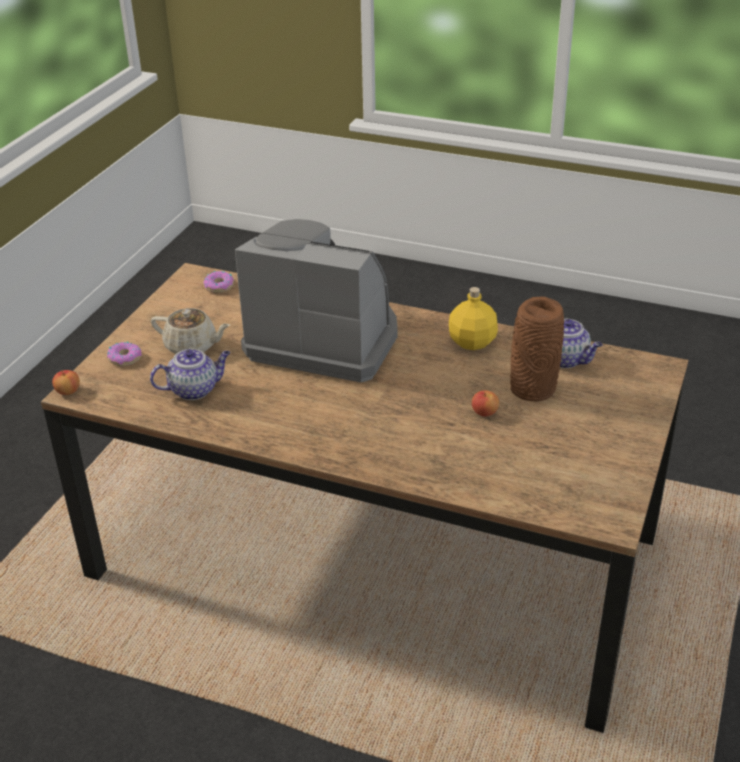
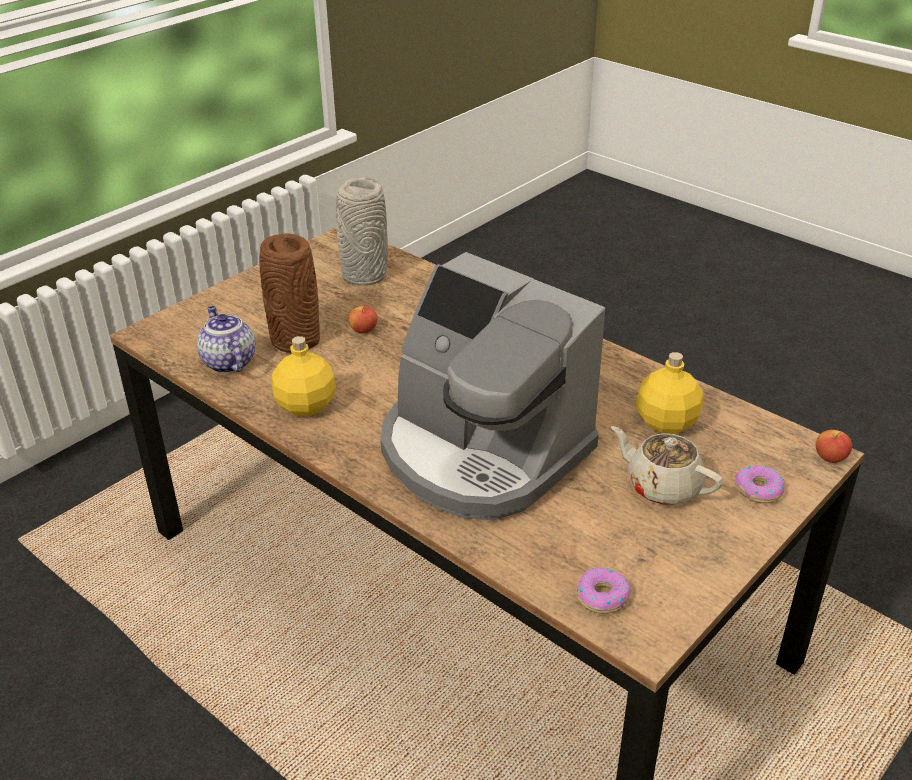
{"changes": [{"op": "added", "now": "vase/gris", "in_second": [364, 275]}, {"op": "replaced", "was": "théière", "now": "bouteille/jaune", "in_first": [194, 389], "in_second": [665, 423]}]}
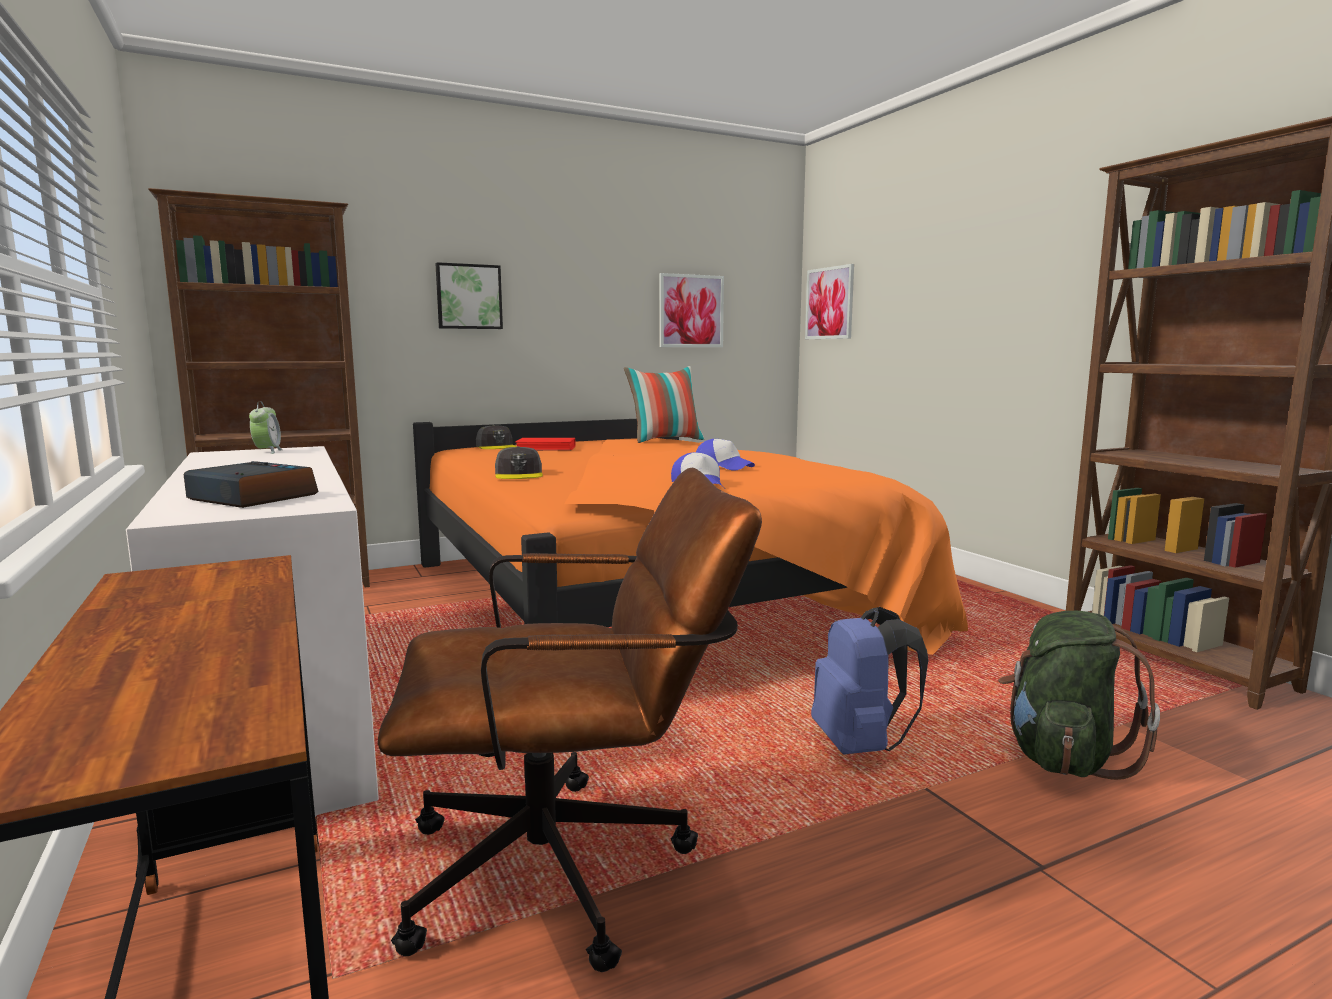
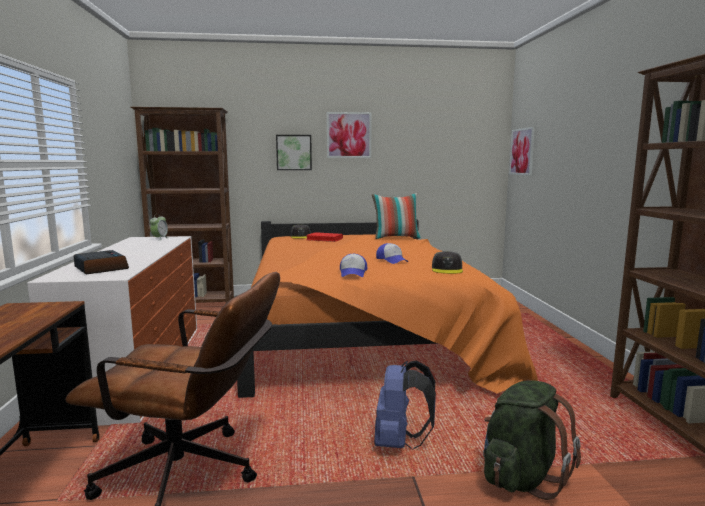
{"changes": [{"op": "moved", "was": "tableau", "in_first": [691, 311], "in_second": [349, 135]}, {"op": "moved", "was": "casquette/gris", "in_first": [519, 474], "in_second": [447, 269]}]}
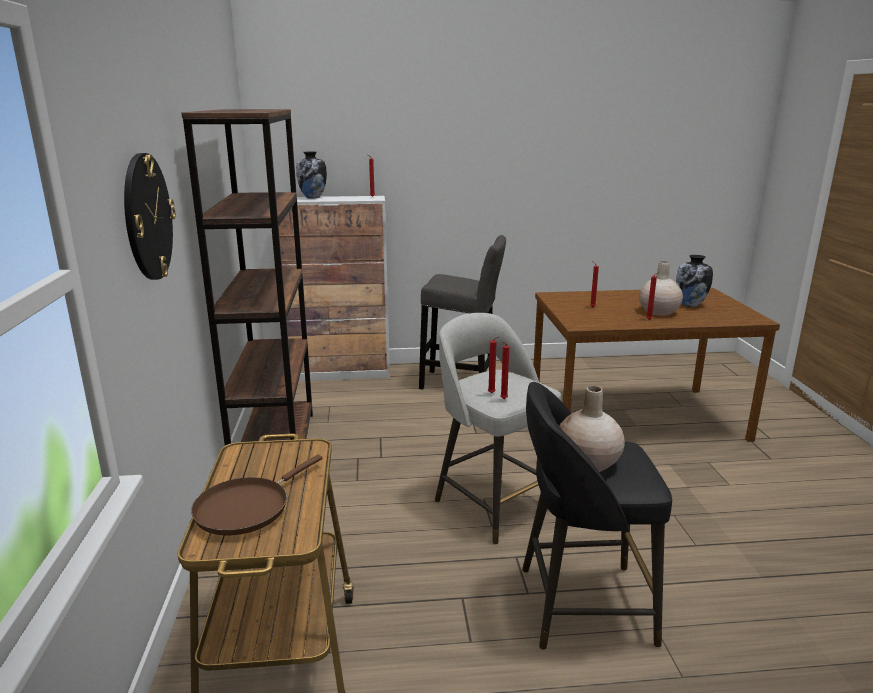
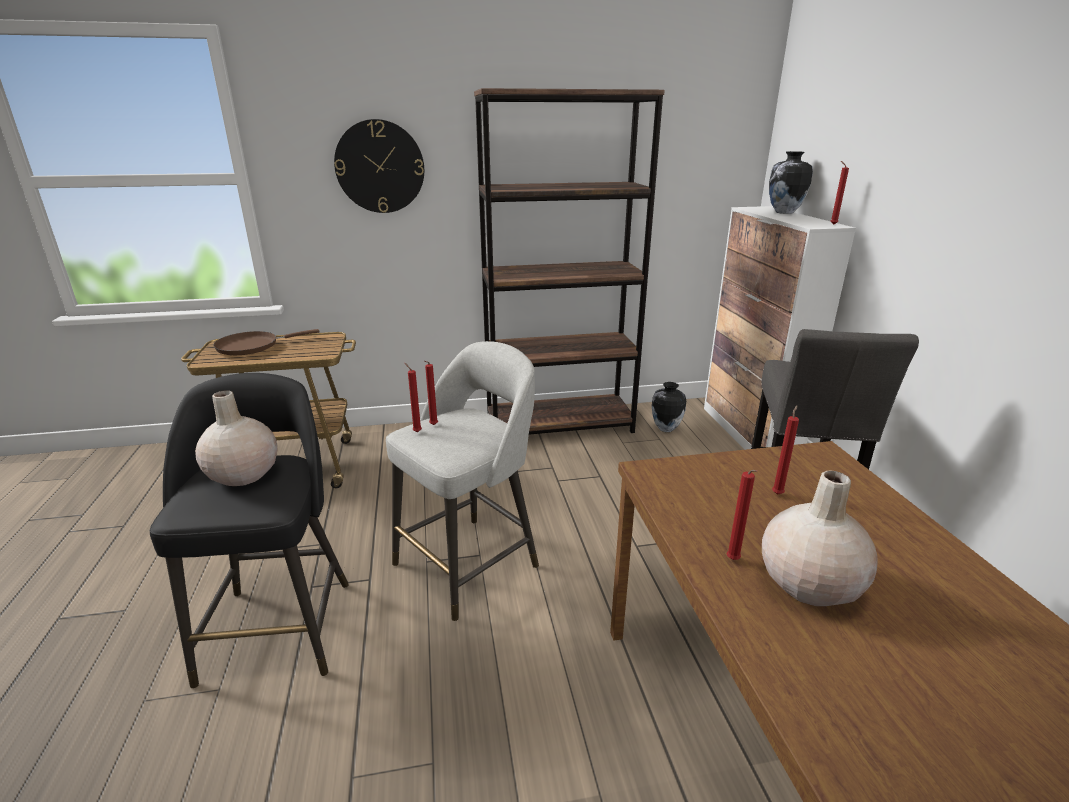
{"changes": [{"op": "turned", "was": "poêle/marron", "in_first": [247, 507], "in_second": [252, 346], "clockwise": -60}, {"op": "moved", "was": "vase", "in_first": [690, 305], "in_second": [665, 429]}]}
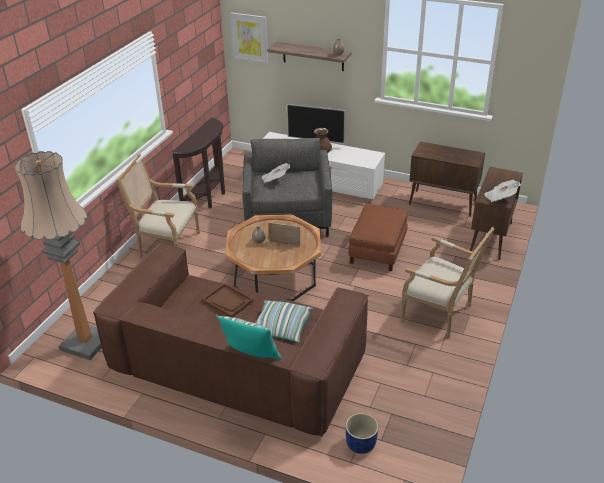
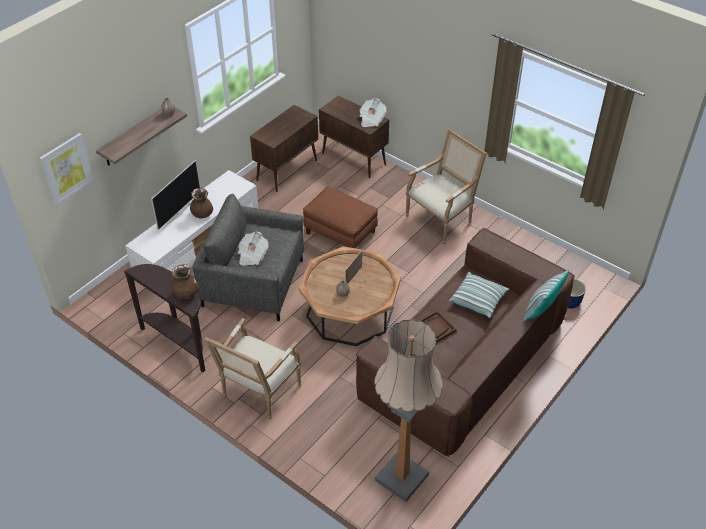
{"changes": [{"op": "added", "now": "vase/marron", "in_second": [186, 293]}]}
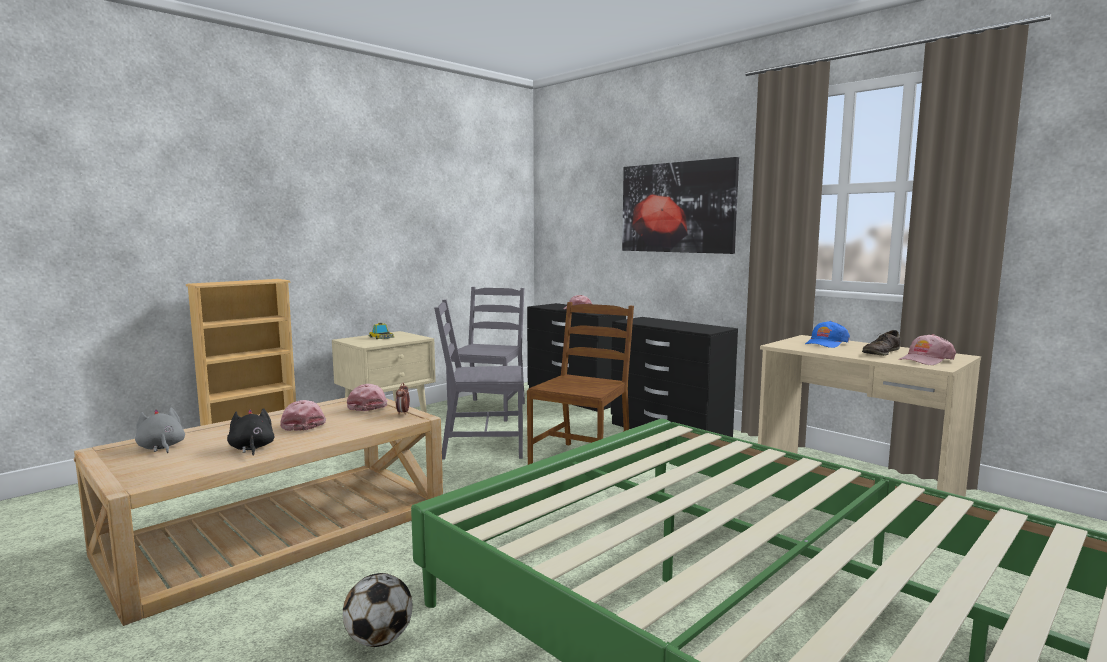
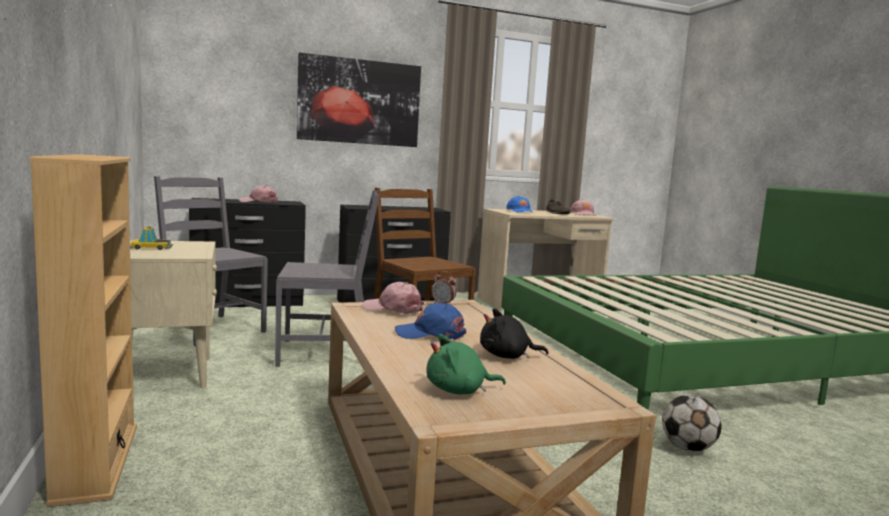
{"changes": [{"op": "turned", "was": "chaise/gris", "in_first": [482, 446], "in_second": [326, 353], "clockwise": -120}, {"op": "recoloured", "was": "casquette/rose", "now": "casquette/bleu", "in_first": [302, 424], "in_second": [431, 334]}, {"op": "recoloured", "was": "peluche/gris", "now": "peluche/vert", "in_first": [161, 447], "in_second": [459, 391]}]}
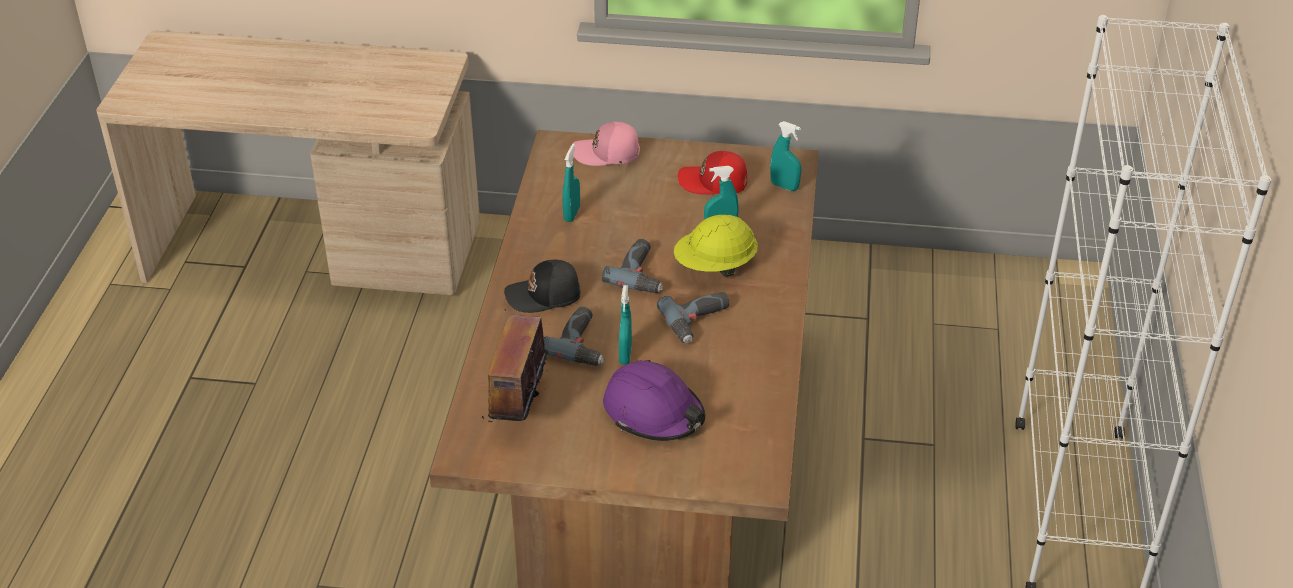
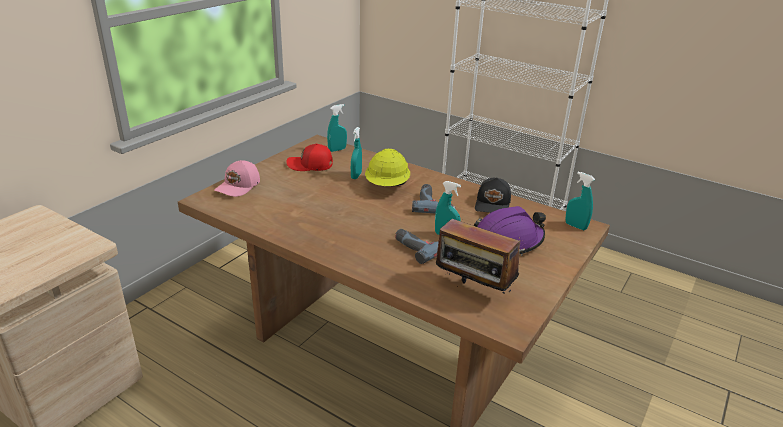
{"changes": [{"op": "turned", "was": "casquette/rouge", "in_first": [713, 183], "in_second": [310, 165], "clockwise": 60}, {"op": "moved", "was": "casquette/noir", "in_first": [544, 296], "in_second": [493, 204]}, {"op": "moved", "was": "vaporisateur/turquoise", "in_first": [572, 214], "in_second": [575, 226]}, {"op": "removed", "was": "perceuse", "in_first": [642, 273]}]}
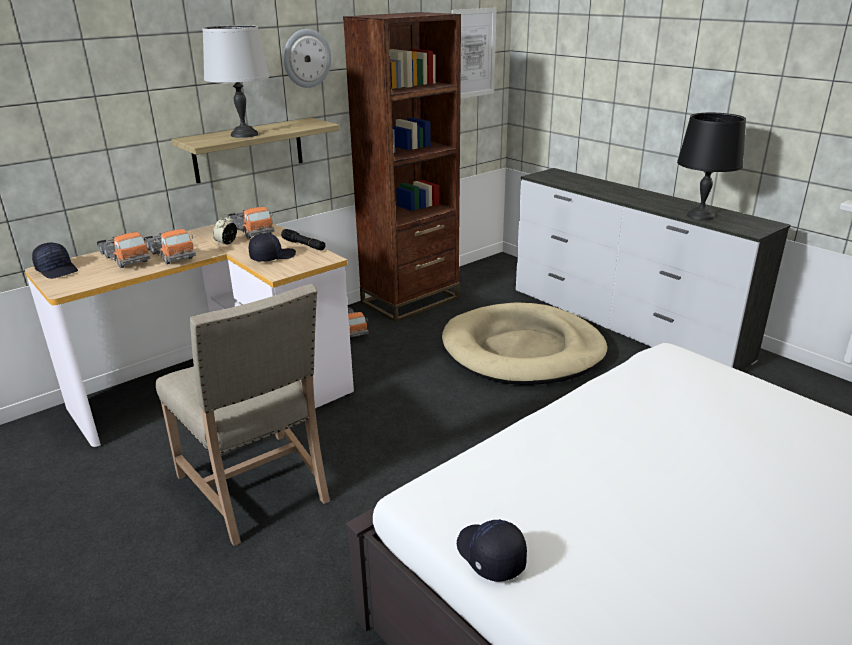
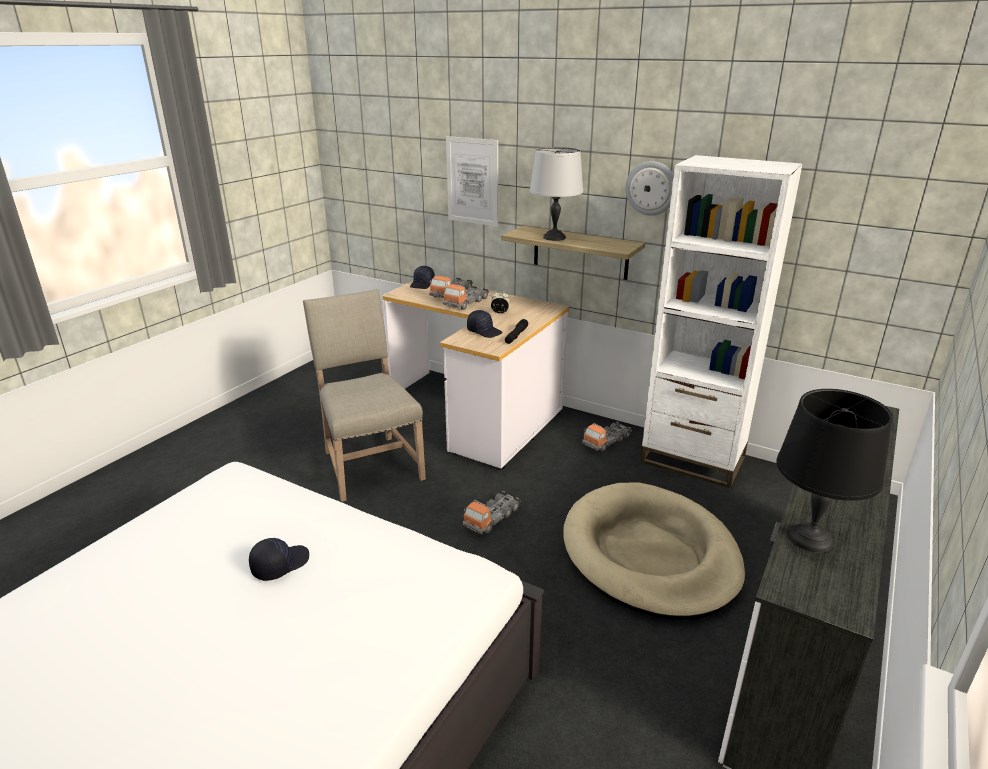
{"changes": [{"op": "moved", "was": "casquette/noir", "in_first": [489, 556], "in_second": [279, 564]}, {"op": "turned", "was": "chaise/beige", "in_first": [257, 489], "in_second": [369, 464], "clockwise": 120}, {"op": "moved", "was": "tableau", "in_first": [473, 53], "in_second": [472, 181]}, {"op": "moved", "was": "camion jouet", "in_first": [251, 230], "in_second": [492, 518]}, {"op": "recoloured", "was": "bibliothèque/marron", "now": "bibliothèque/blanc", "in_first": [410, 300], "in_second": [692, 459]}]}
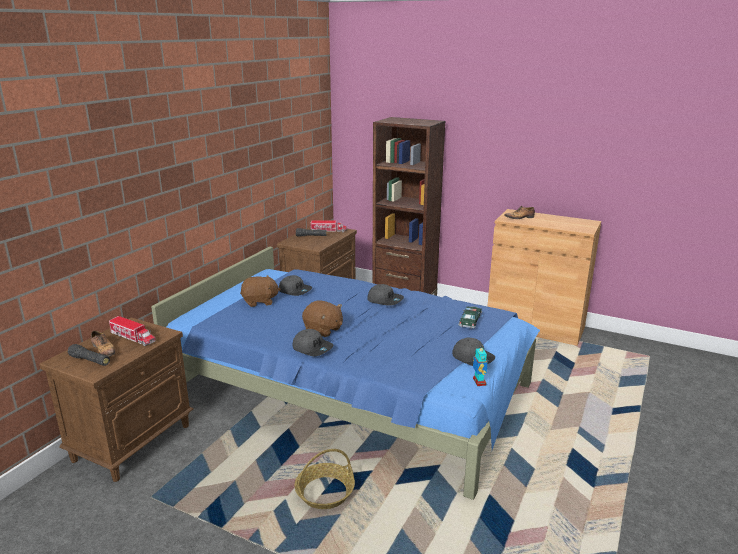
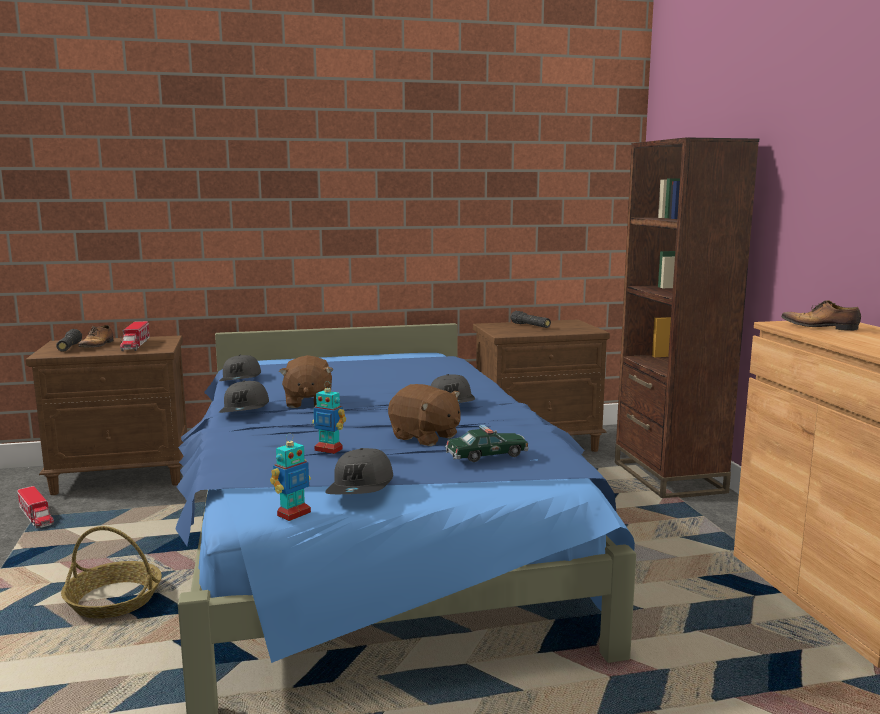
{"changes": [{"op": "moved", "was": "camion jouet", "in_first": [328, 231], "in_second": [36, 517]}, {"op": "moved", "was": "casquette/gris", "in_first": [295, 290], "in_second": [241, 379]}, {"op": "added", "now": "robot jouet", "in_second": [329, 449]}, {"op": "moved", "was": "peluche/marron", "in_first": [260, 302], "in_second": [425, 437]}]}
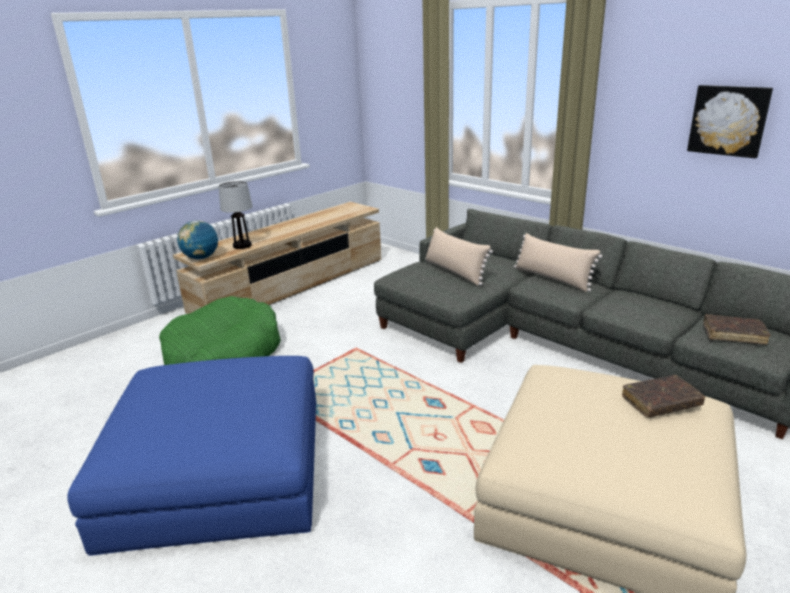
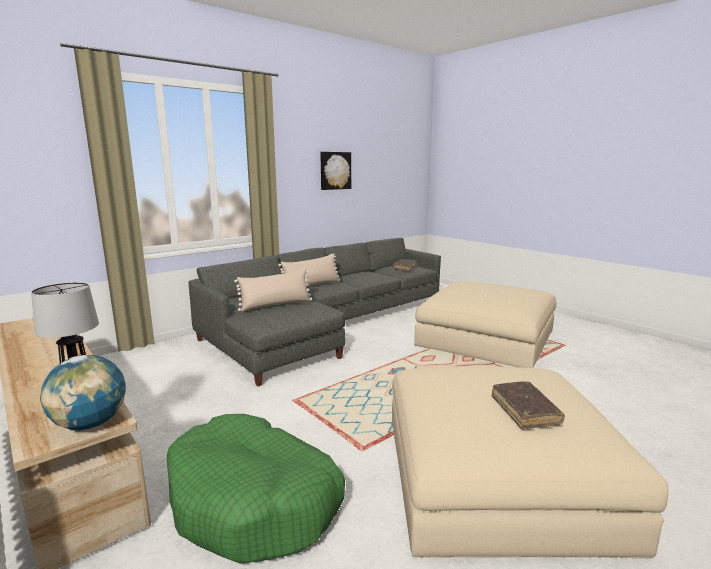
{"changes": [{"op": "recoloured", "was": "pouf/bleu", "now": "pouf/beige", "in_first": [219, 469], "in_second": [496, 477]}, {"op": "moved", "was": "livre/marron", "in_first": [661, 402], "in_second": [525, 411]}]}
